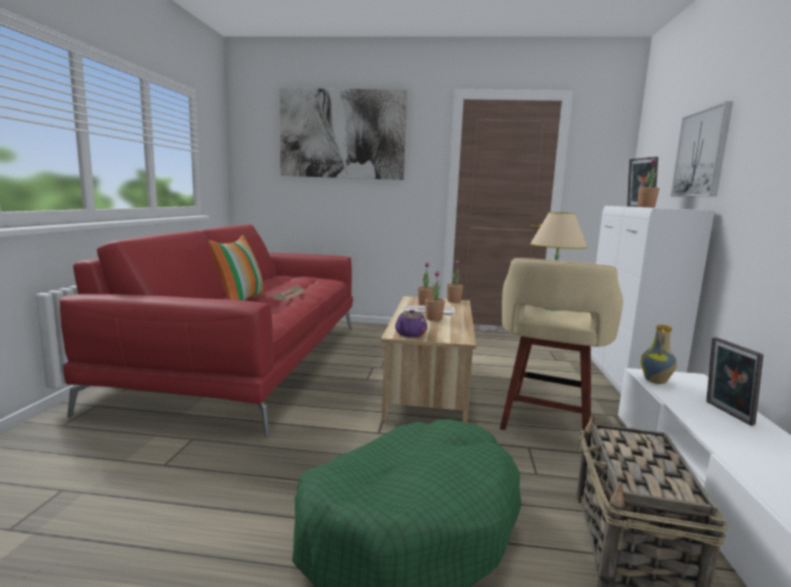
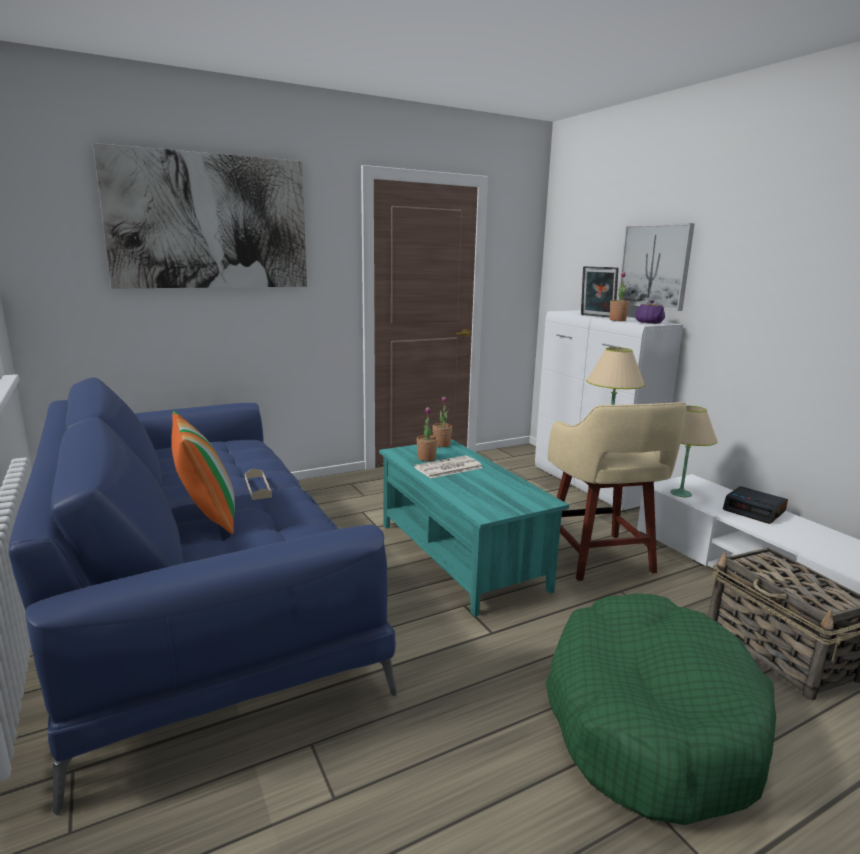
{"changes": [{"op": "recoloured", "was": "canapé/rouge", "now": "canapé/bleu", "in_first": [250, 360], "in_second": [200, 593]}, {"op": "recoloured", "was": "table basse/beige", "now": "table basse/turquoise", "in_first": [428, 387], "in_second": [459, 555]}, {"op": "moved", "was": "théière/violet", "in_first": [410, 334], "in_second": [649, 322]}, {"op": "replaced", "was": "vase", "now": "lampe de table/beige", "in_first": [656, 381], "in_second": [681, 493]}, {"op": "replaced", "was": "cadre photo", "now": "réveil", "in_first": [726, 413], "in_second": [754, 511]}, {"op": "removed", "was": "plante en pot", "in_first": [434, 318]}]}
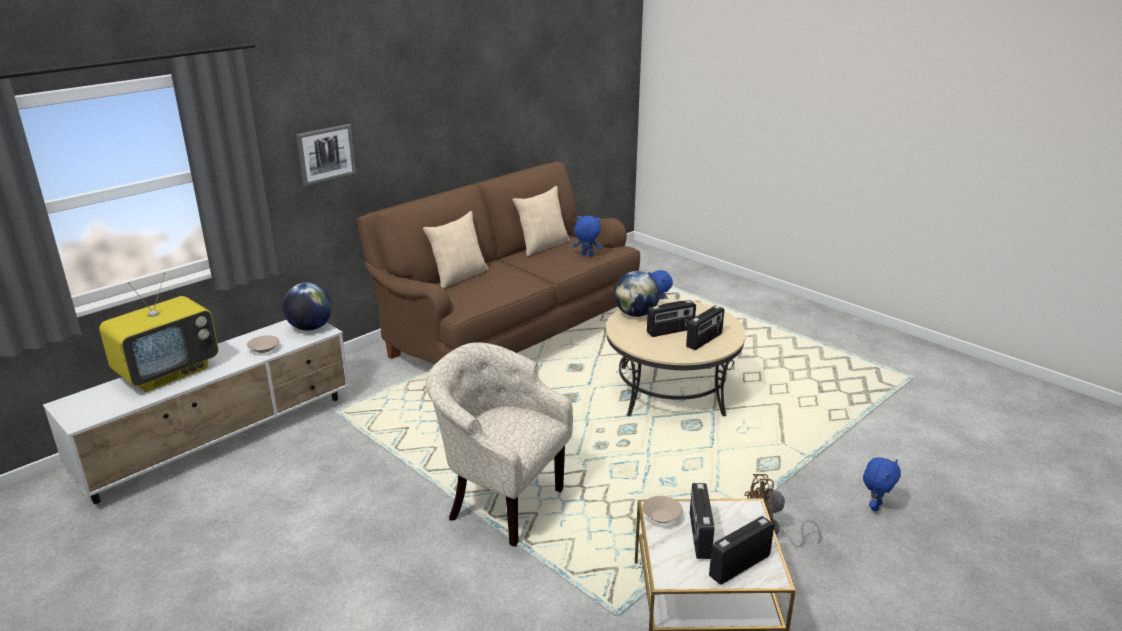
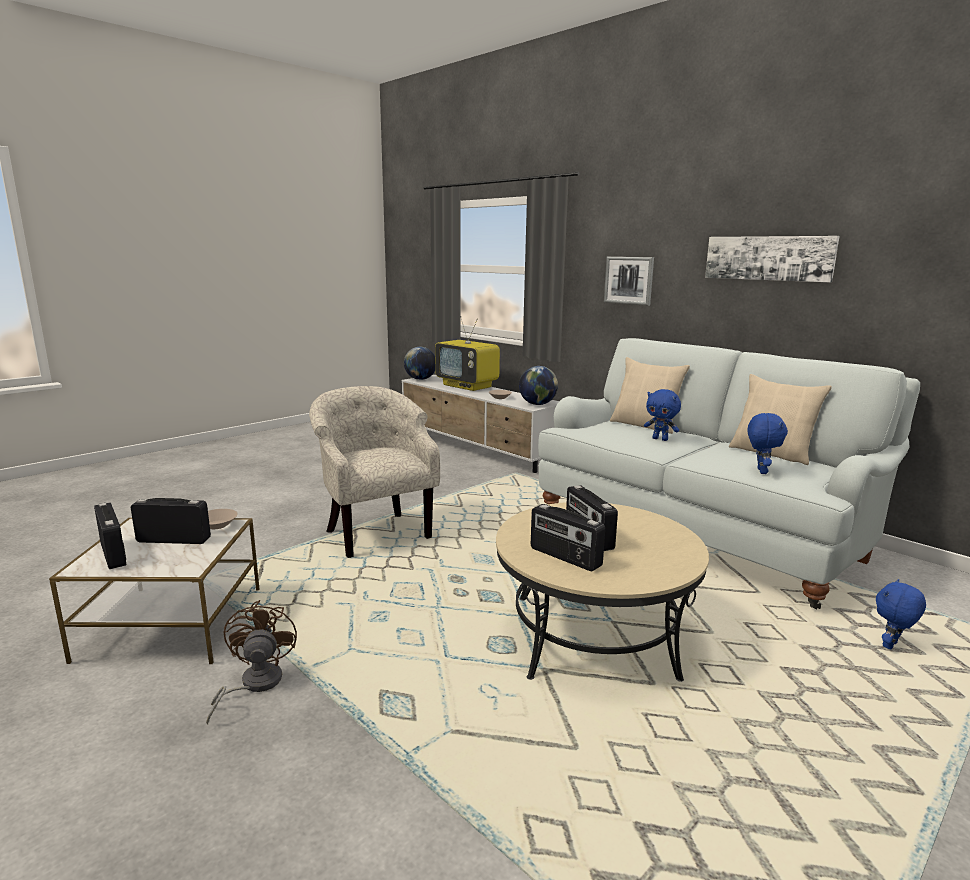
{"changes": [{"op": "turned", "was": "fauteuil/beige", "in_first": [500, 503], "in_second": [374, 532], "clockwise": -60}, {"op": "moved", "was": "globe", "in_first": [635, 314], "in_second": [420, 379]}, {"op": "recoloured", "was": "canapé/marron", "now": "canapé/blanc", "in_first": [508, 332], "in_second": [699, 532]}, {"op": "moved", "was": "peluche/bleu", "in_first": [875, 506], "in_second": [660, 439]}, {"op": "added", "now": "tableau", "in_second": [768, 258]}]}
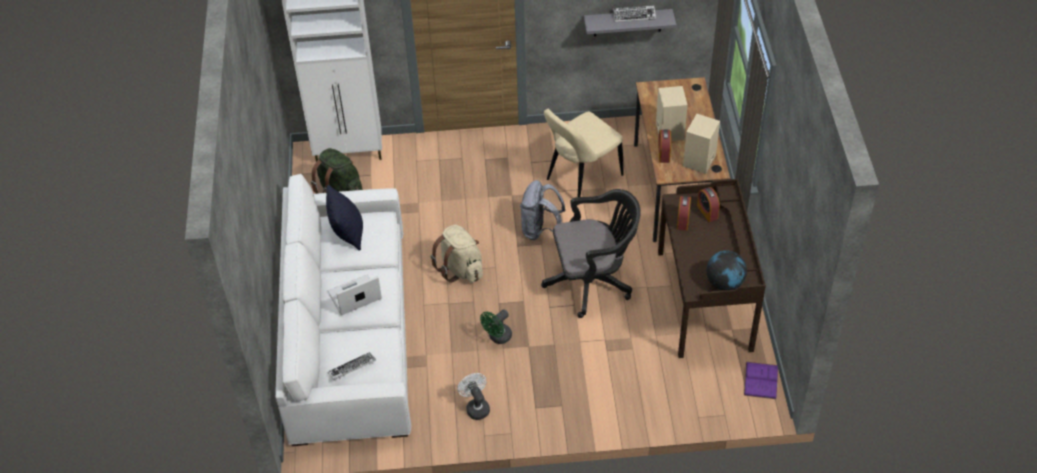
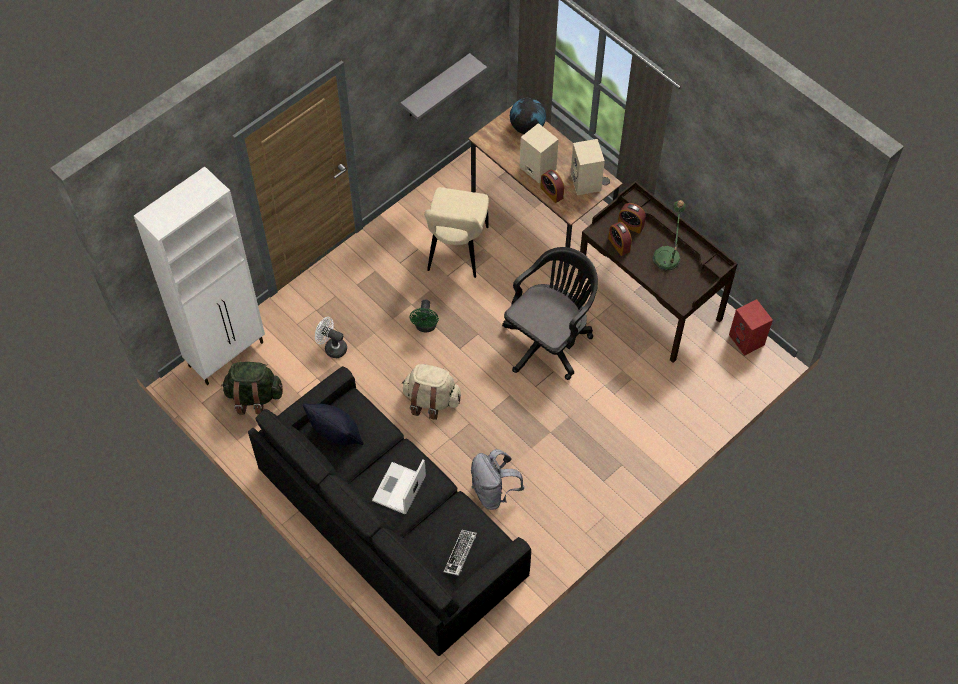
{"changes": [{"op": "recoloured", "was": "canapé/blanc", "now": "canapé/noir", "in_first": [349, 332], "in_second": [391, 521]}, {"op": "moved", "was": "ventilateur/blanc", "in_first": [476, 407], "in_second": [332, 347]}, {"op": "moved", "was": "ventilateur/vert", "in_first": [497, 337], "in_second": [425, 327]}, {"op": "moved", "was": "sac à dos/gris", "in_first": [540, 230], "in_second": [493, 492]}, {"op": "moved", "was": "globe", "in_first": [724, 283], "in_second": [527, 127]}, {"op": "added", "now": "lampe de table", "in_second": [668, 254]}, {"op": "replaced", "was": "livre/violet", "now": "enceinte/rouge", "in_first": [761, 380], "in_second": [747, 340]}, {"op": "removed", "was": "clavier", "in_first": [634, 16]}]}
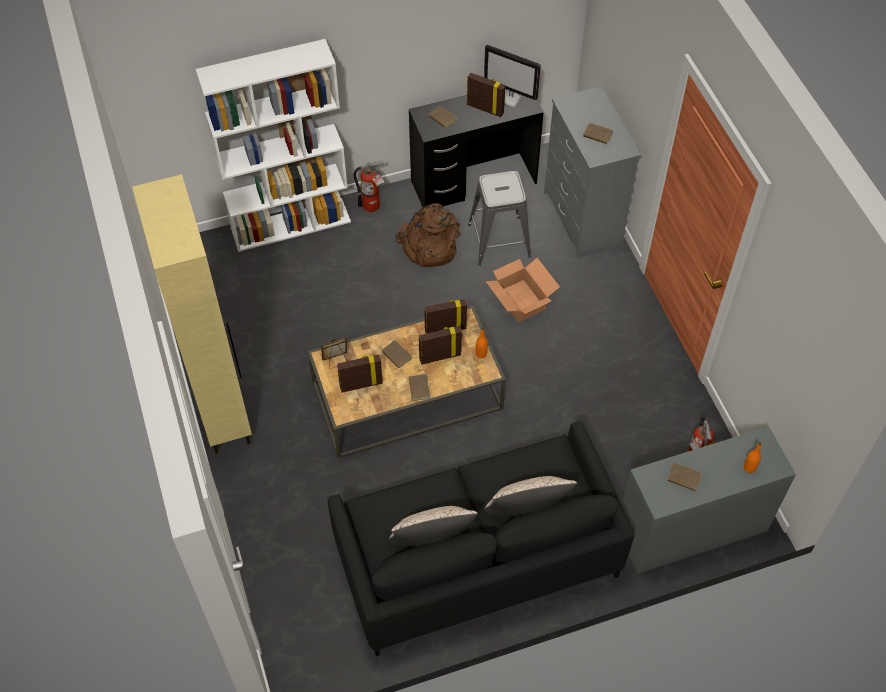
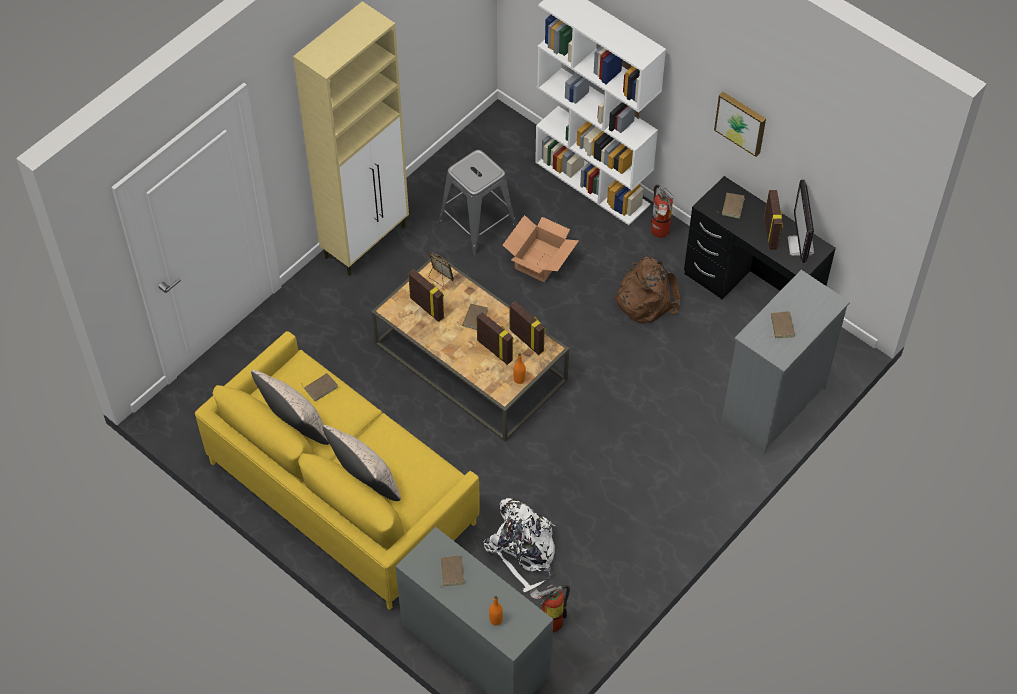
{"changes": [{"op": "recoloured", "was": "canapé/noir", "now": "canapé/jaune", "in_first": [477, 558], "in_second": [342, 492]}, {"op": "moved", "was": "livre/marron", "in_first": [418, 388], "in_second": [320, 387]}, {"op": "moved", "was": "tabouret/gris", "in_first": [499, 240], "in_second": [478, 224]}, {"op": "added", "now": "sac à dos/blanc", "in_second": [523, 551]}, {"op": "moved", "was": "carton", "in_first": [520, 301], "in_second": [539, 260]}, {"op": "added", "now": "tableau", "in_second": [741, 122]}]}
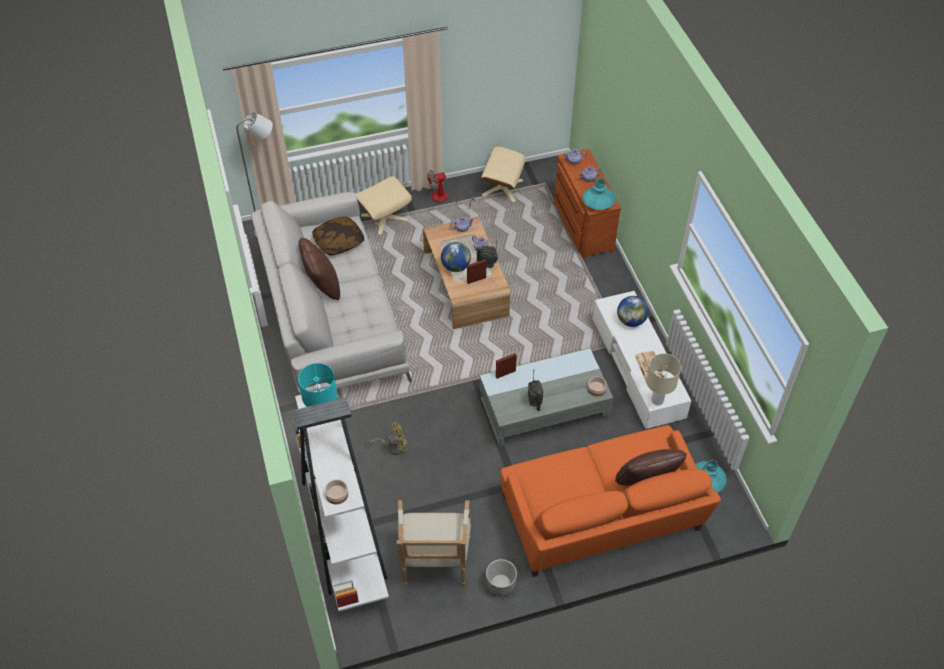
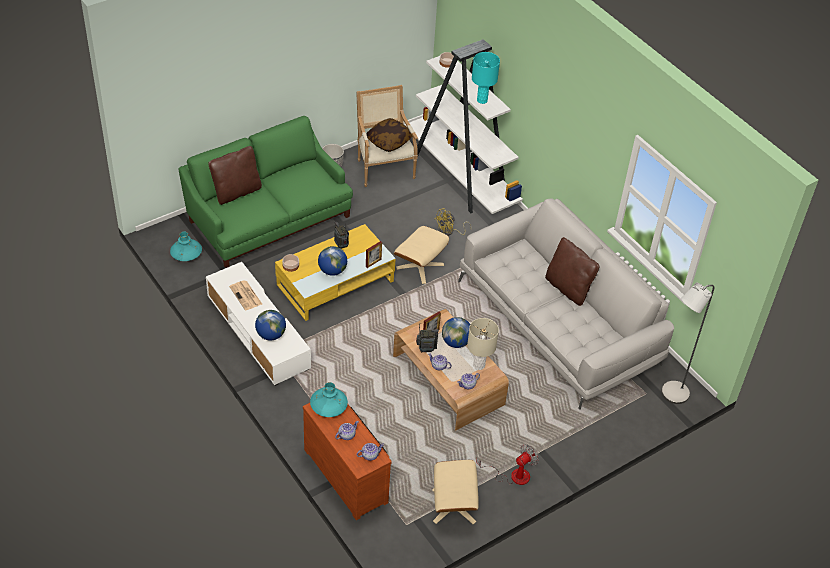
{"changes": [{"op": "recoloured", "was": "canapé/orange", "now": "canapé/vert", "in_first": [602, 516], "in_second": [268, 216]}, {"op": "recoloured", "was": "table basse/gris", "now": "table basse/jaune", "in_first": [544, 407], "in_second": [335, 283]}, {"op": "added", "now": "globe", "in_second": [332, 271]}, {"op": "moved", "was": "coussin", "in_first": [339, 242], "in_second": [389, 141]}, {"op": "moved", "was": "pouf/beige", "in_first": [384, 217], "in_second": [420, 266]}, {"op": "moved", "was": "lampe de table/beige", "in_first": [657, 400], "in_second": [479, 365]}]}
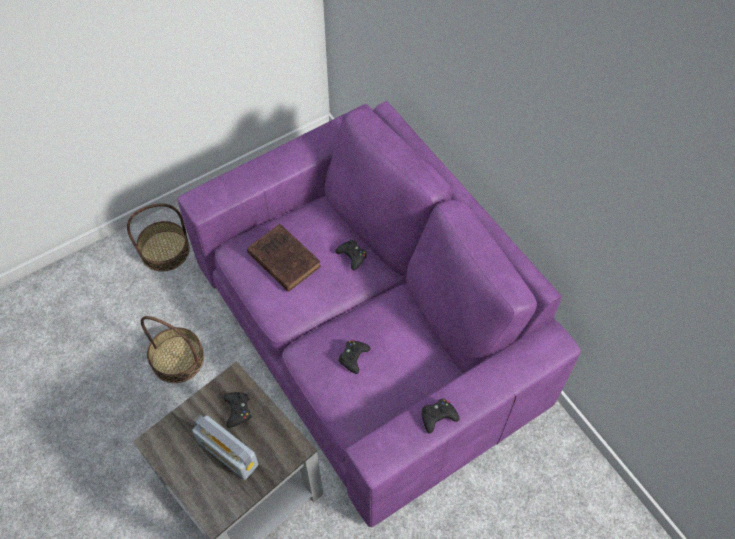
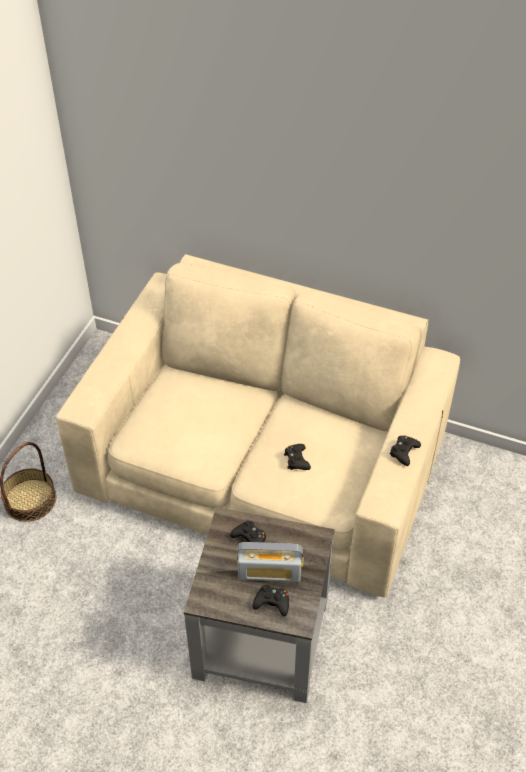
{"changes": [{"op": "recoloured", "was": "canapé/violet", "now": "canapé/beige", "in_first": [369, 334], "in_second": [264, 465]}, {"op": "moved", "was": "manette/noir", "in_first": [352, 256], "in_second": [272, 602]}, {"op": "removed", "was": "panier", "in_first": [177, 359]}, {"op": "removed", "was": "livre/marron", "in_first": [283, 259]}]}
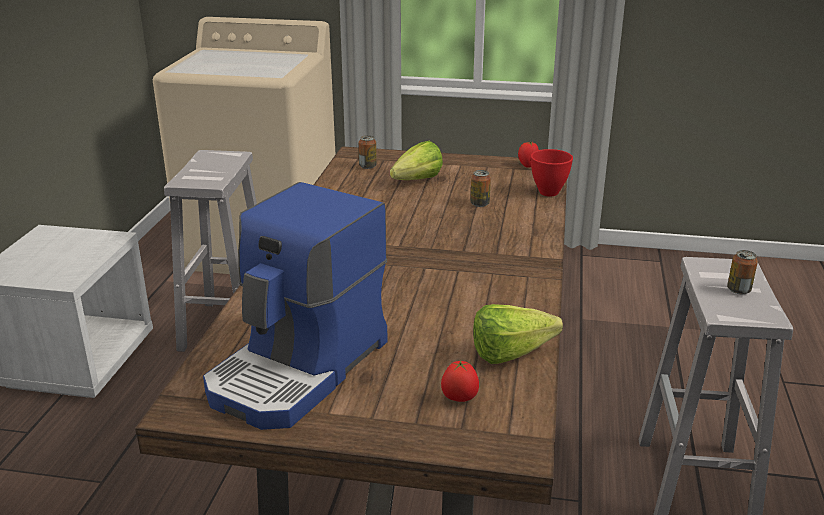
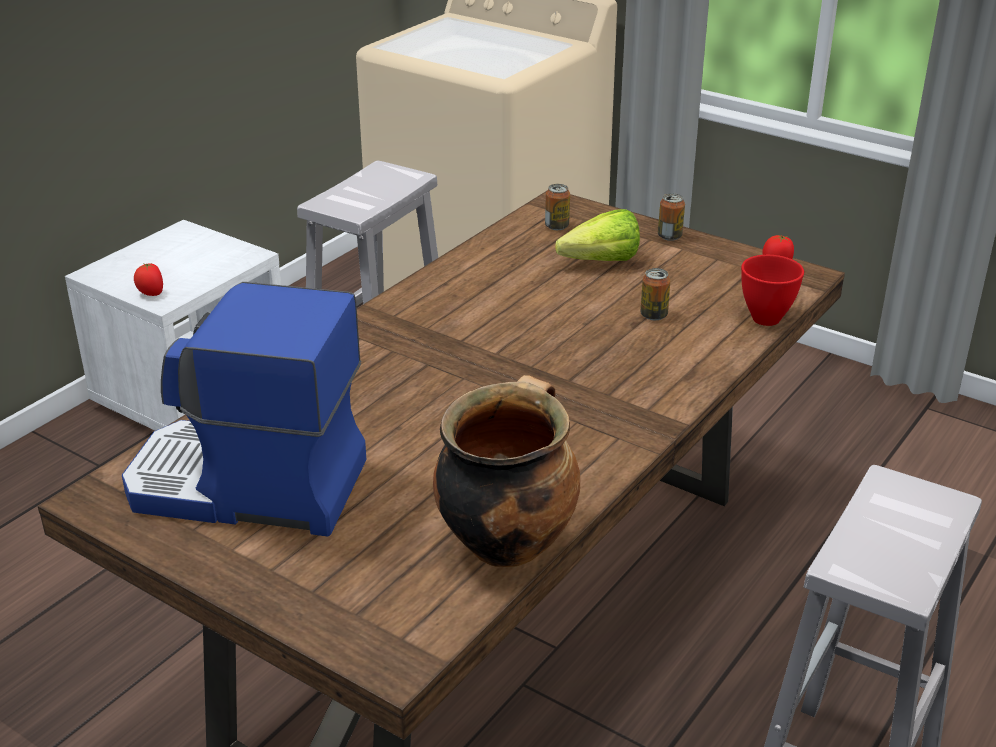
{"changes": [{"op": "turned", "was": "machine à café", "in_first": [300, 369], "in_second": [246, 487], "clockwise": 45}, {"op": "moved", "was": "tomate", "in_first": [459, 399], "in_second": [151, 294]}, {"op": "replaced", "was": "laitue", "now": "marmite", "in_first": [518, 354], "in_second": [506, 541]}, {"op": "moved", "was": "boîte métallique", "in_first": [738, 290], "in_second": [669, 236]}]}
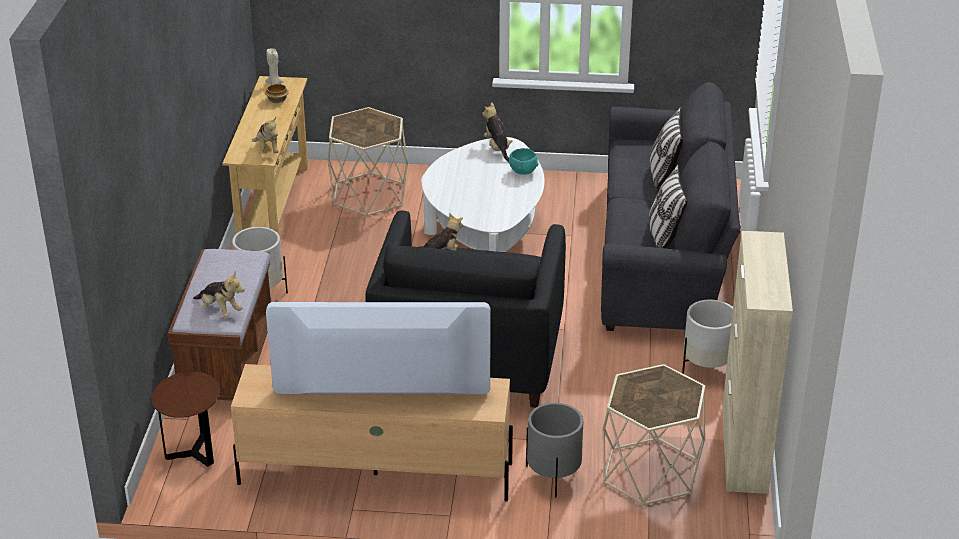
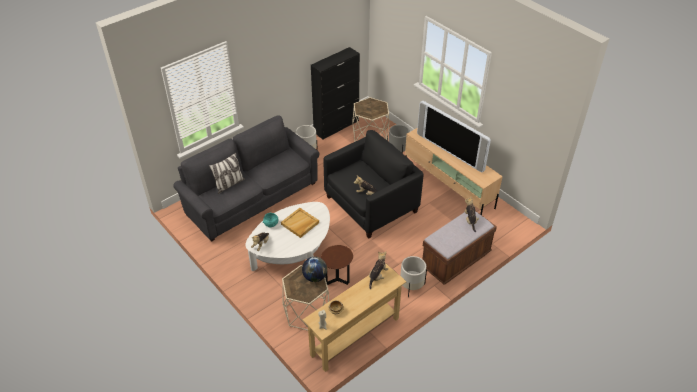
{"changes": [{"op": "added", "now": "plateau/beige", "in_second": [300, 224]}, {"op": "added", "now": "globe", "in_second": [315, 277]}, {"op": "recoloured", "was": "meuble de rangement/beige", "now": "meuble de rangement/noir", "in_first": [744, 449], "in_second": [336, 126]}, {"op": "moved", "was": "table d'appoint/marron", "in_first": [193, 453], "in_second": [337, 279]}, {"op": "removed", "was": "coussin", "in_first": [664, 236]}]}
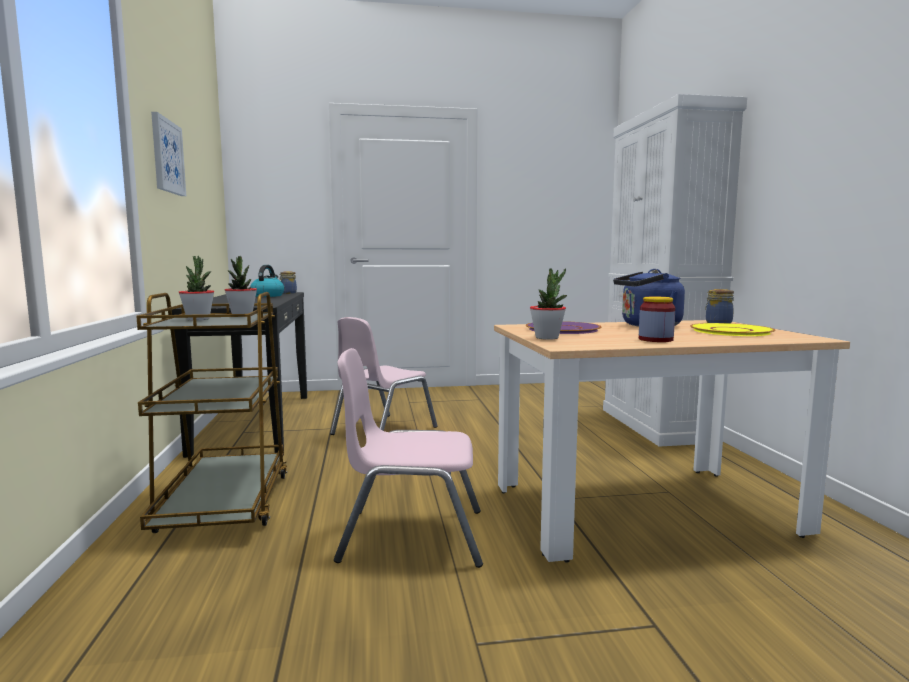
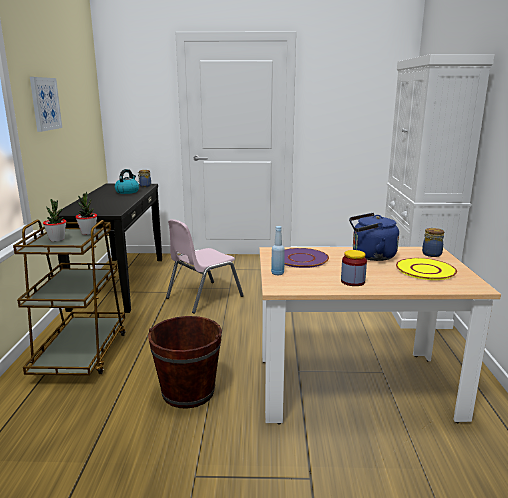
{"changes": [{"op": "replaced", "was": "chaise/rose", "now": "seau/marron", "in_first": [412, 536], "in_second": [188, 392]}, {"op": "replaced", "was": "plante en pot", "now": "bouteille/bleu", "in_first": [547, 338], "in_second": [277, 273]}]}
